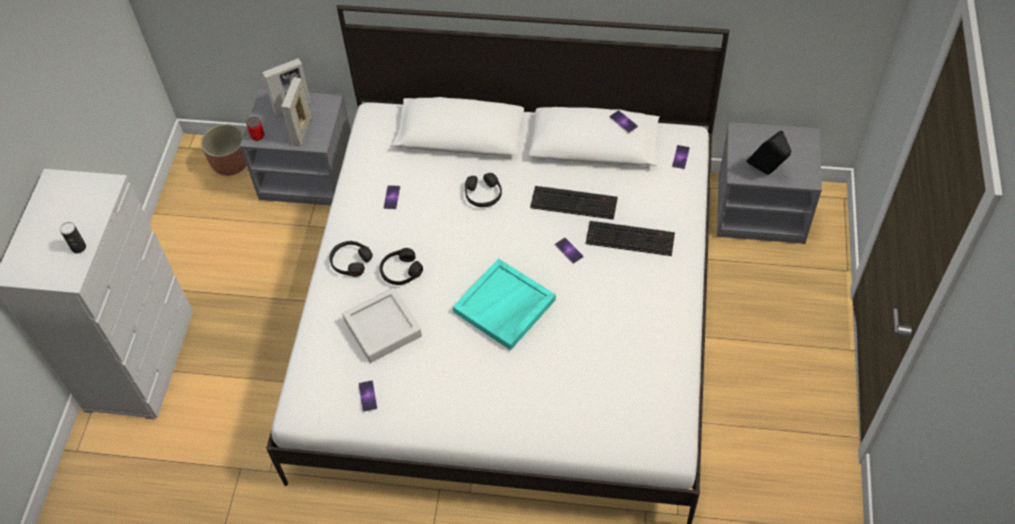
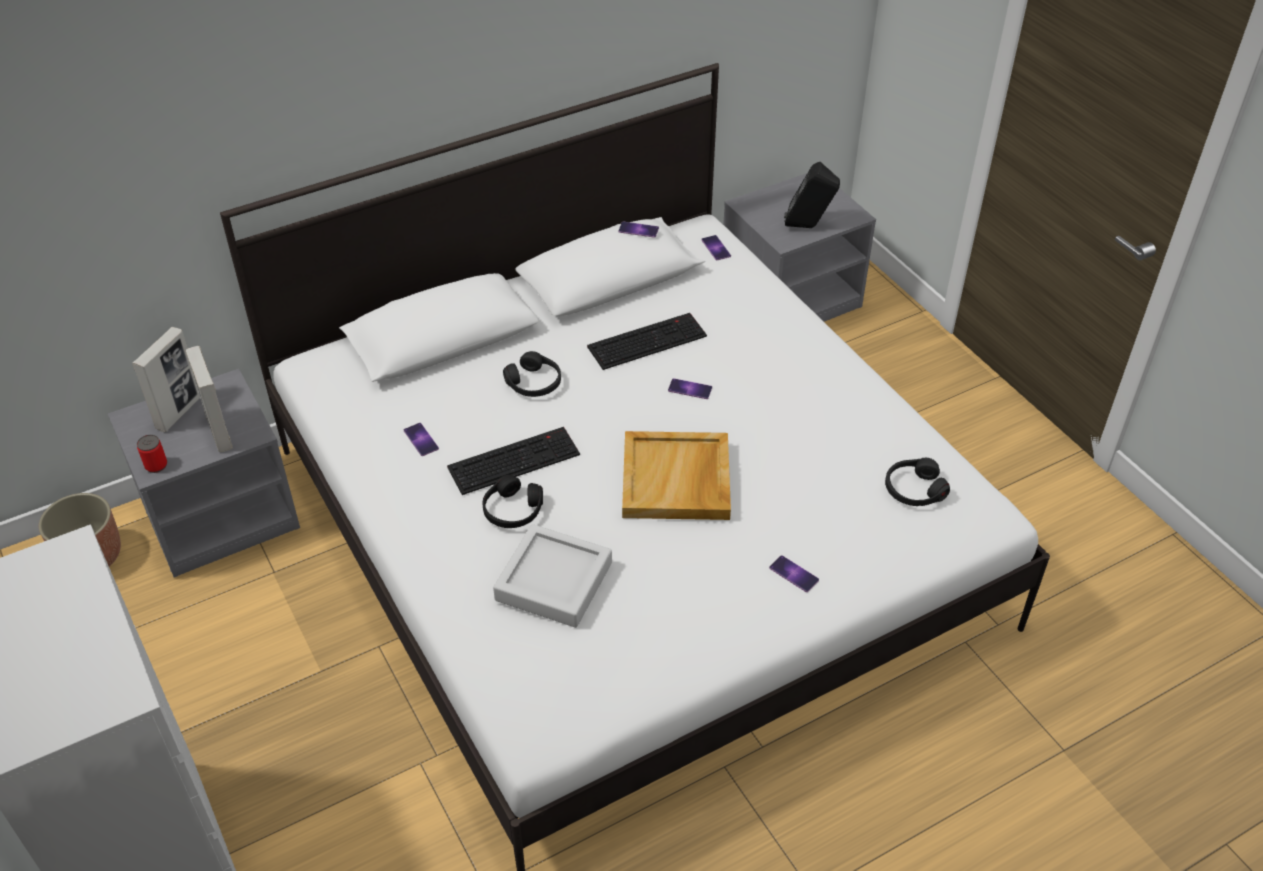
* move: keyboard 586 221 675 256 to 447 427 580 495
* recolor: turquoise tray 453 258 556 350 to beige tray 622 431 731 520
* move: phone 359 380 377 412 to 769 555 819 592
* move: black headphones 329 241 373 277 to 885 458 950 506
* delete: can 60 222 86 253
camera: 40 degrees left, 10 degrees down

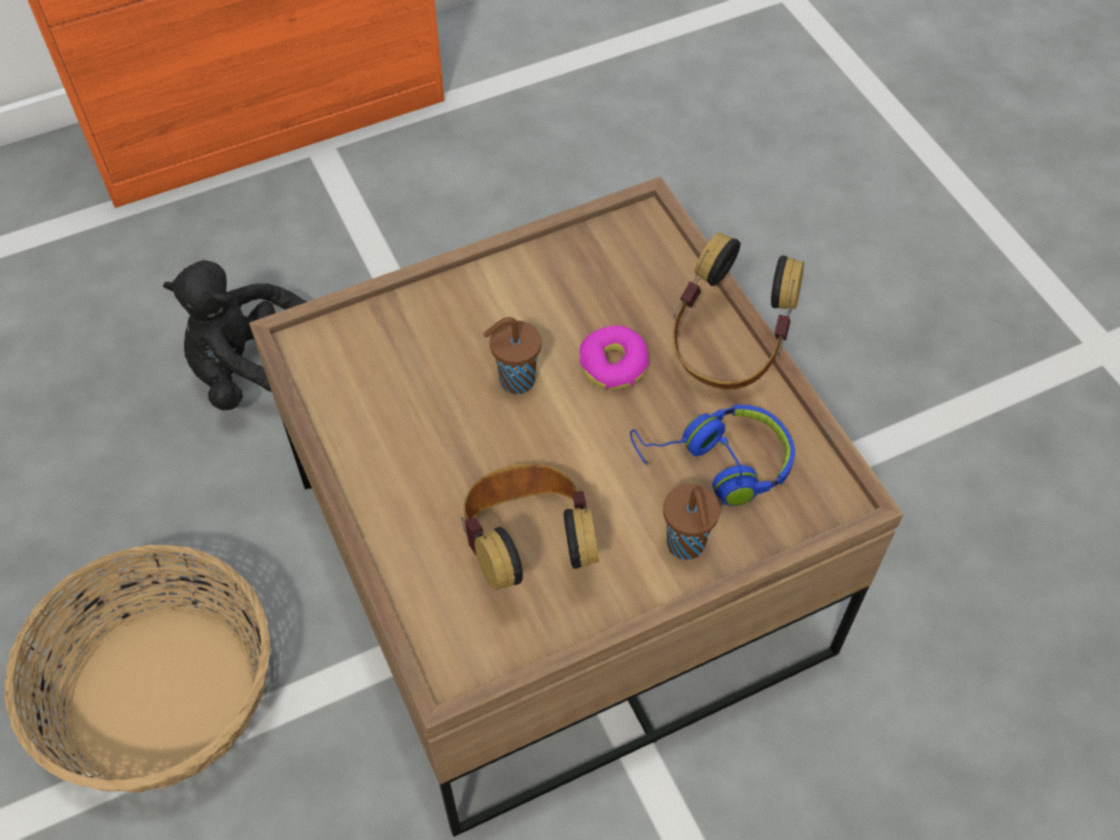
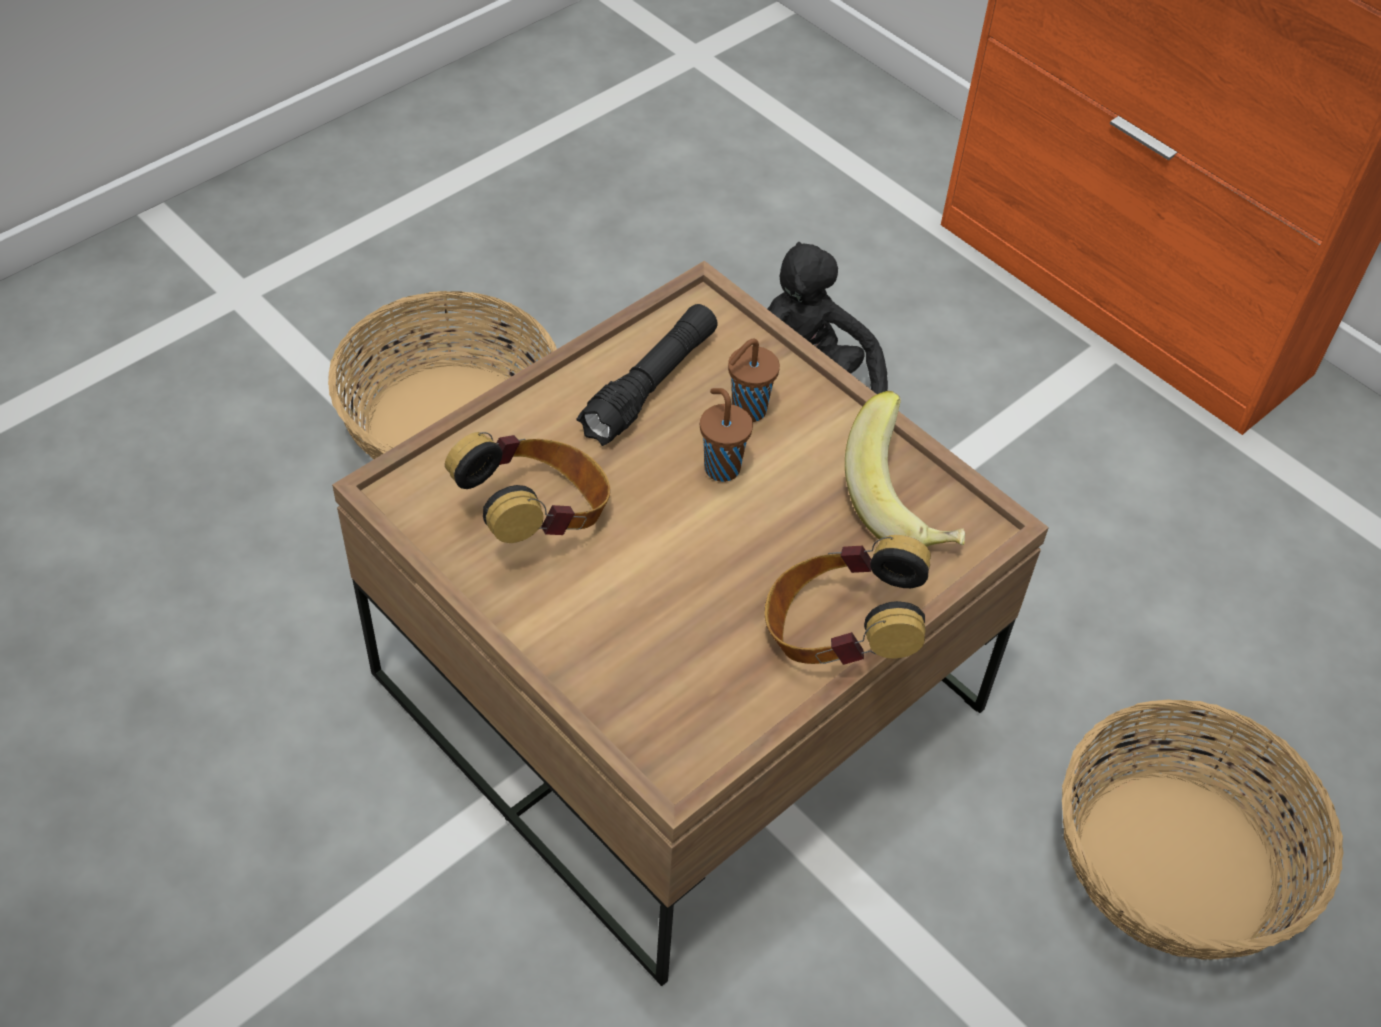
* insert: black flashlight 577 304 718 446
* move: brown cup 663 484 720 560 to 728 339 780 422
* insert: banana 845 391 965 547
* insert: basket 1062 699 1344 960
* delete: donut 579 326 649 390
* delete: blue headphones 630 404 795 506
camera: 70 degrees right, 5 degrees down

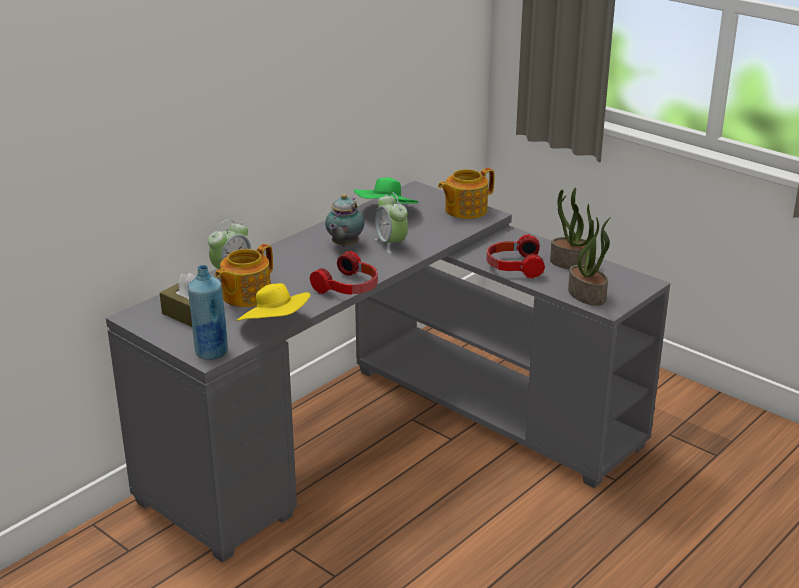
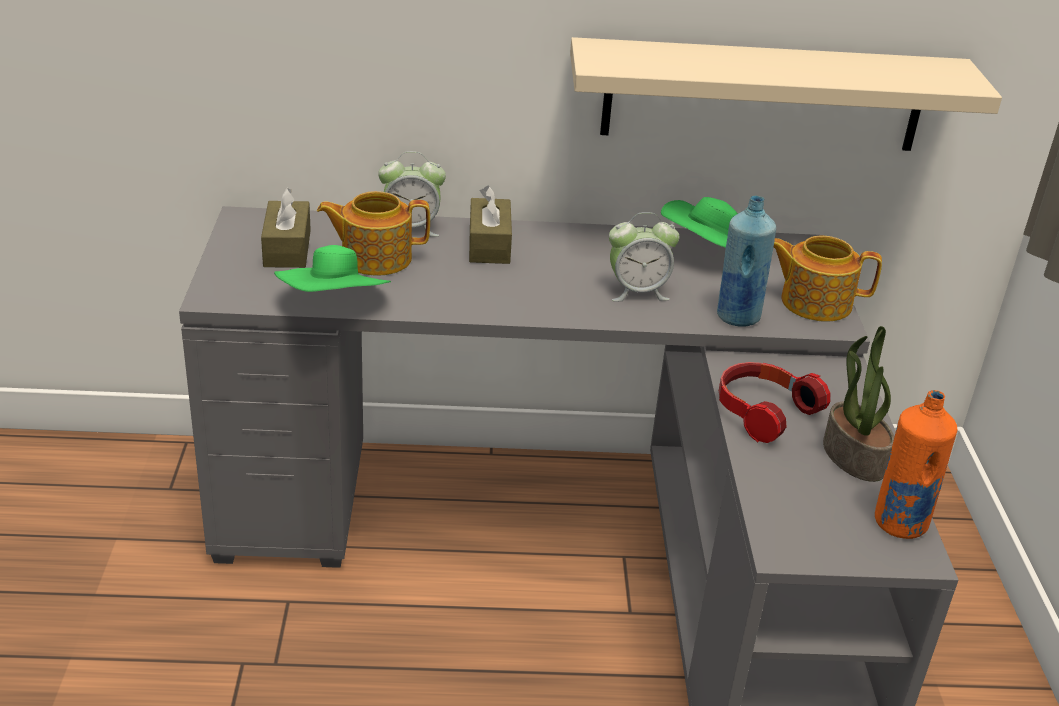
* recolor: yellow hat 236 283 311 321 to green hat 274 245 391 292
* insert: brown tissue box 469 185 512 264
* insert: beige shelf 570 37 1002 151
* rotate: alarm clock 375 192 408 254 = 609 212 680 301 120 degrees counterclockwise
* move: blue bottle 188 265 228 360 to 717 195 776 327
* insert: orange bottle 875 390 957 539
* delete: headphones 310 251 378 295
* delete: teapot 325 194 364 247
* delete: potted plant 568 217 611 306
camera: 45 degrees right, 5 degrees up

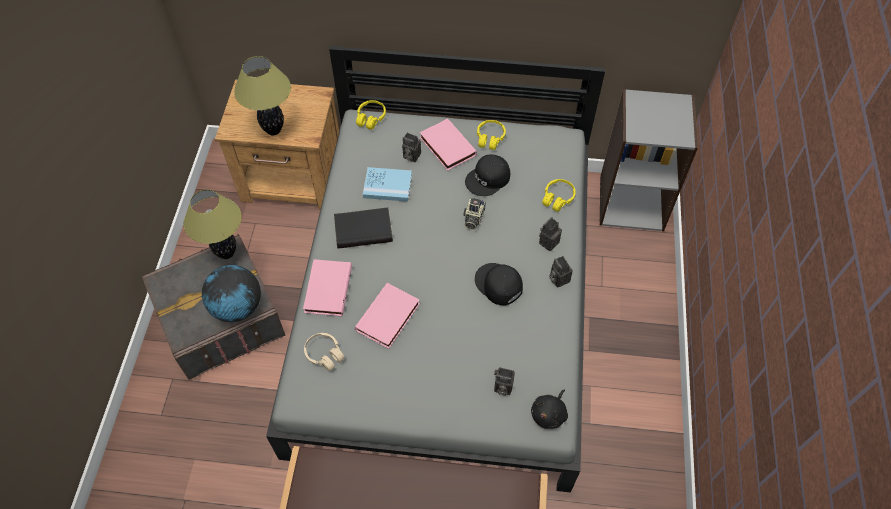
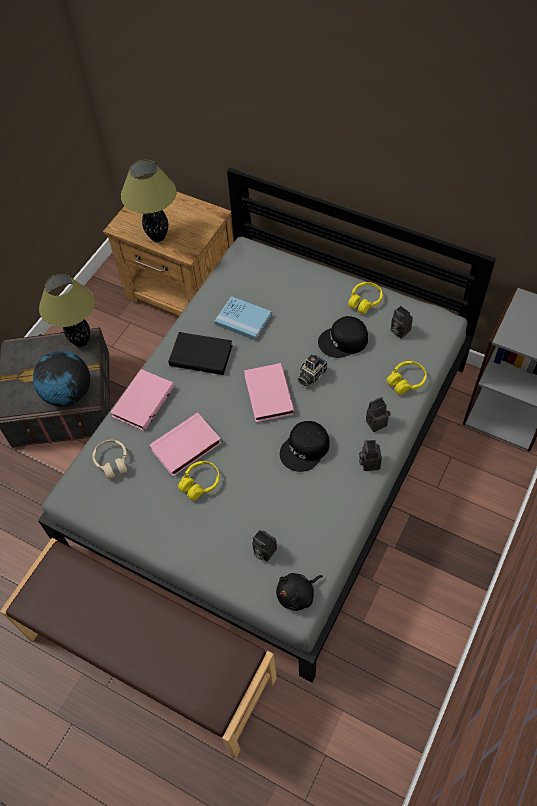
* move: yellow headphones 356 100 386 130 to 178 461 220 500
* move: pink book 420 118 477 171 to 244 363 295 422
* rotate: black cap 475 263 523 306 = 280 421 330 472 120 degrees counterclockwise
* move: photo camera 402 133 421 162 to 391 306 413 338
camera: 25 degrees right, 0 degrees up

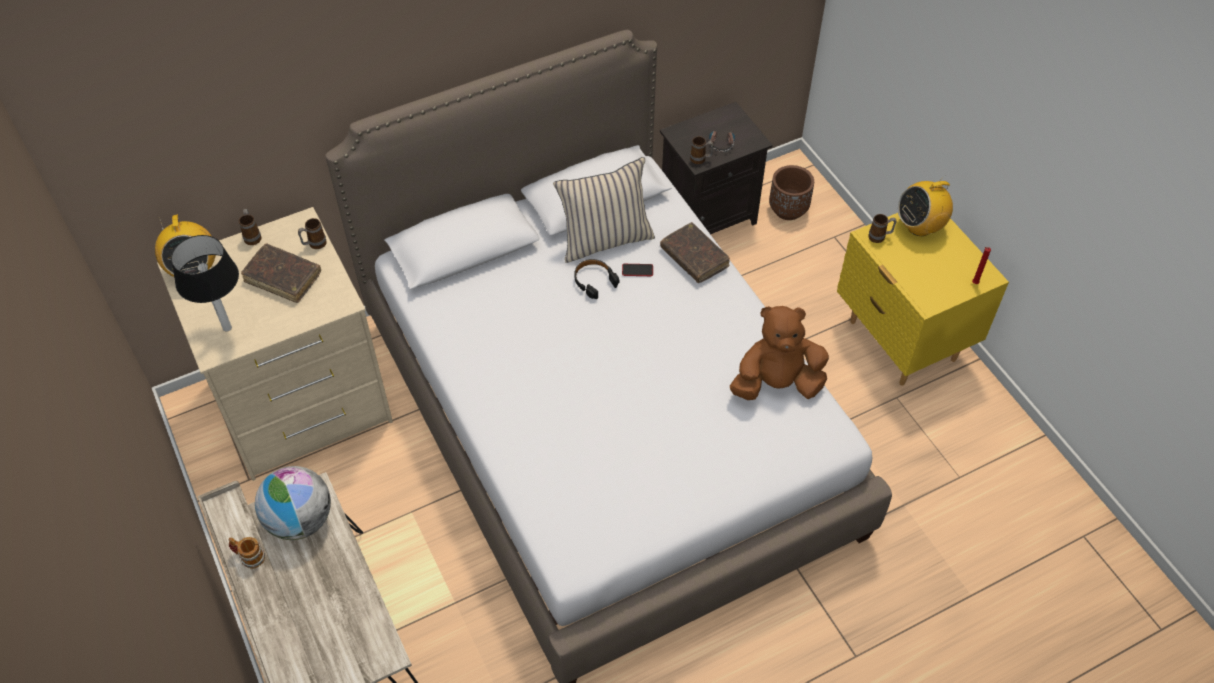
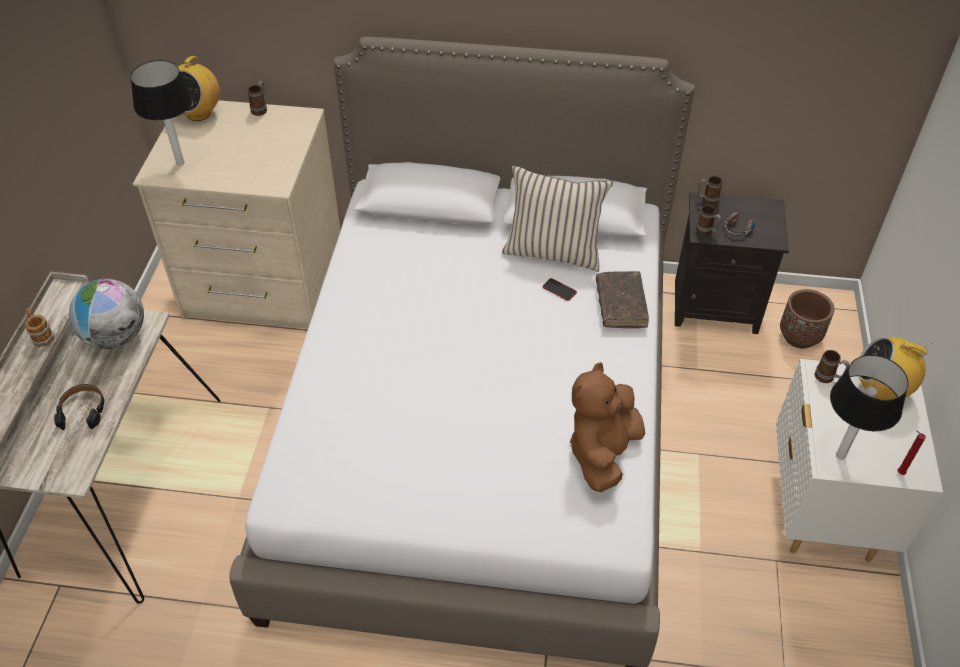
* move: black headphones 574 259 619 299 to 54 384 104 430
* rotate: brown plush toy 730 306 829 400 = 570 362 645 492 90 degrees counterclockwise
* move: mug 298 218 327 249 to 698 176 722 206
* recolor: yellow nightstand 837 213 1009 386 to white nightstand 776 359 943 562
* insert: table lamp 830 355 909 460
* delete: brown book 241 243 321 303
camera: 35 degrees right, 5 degrees down

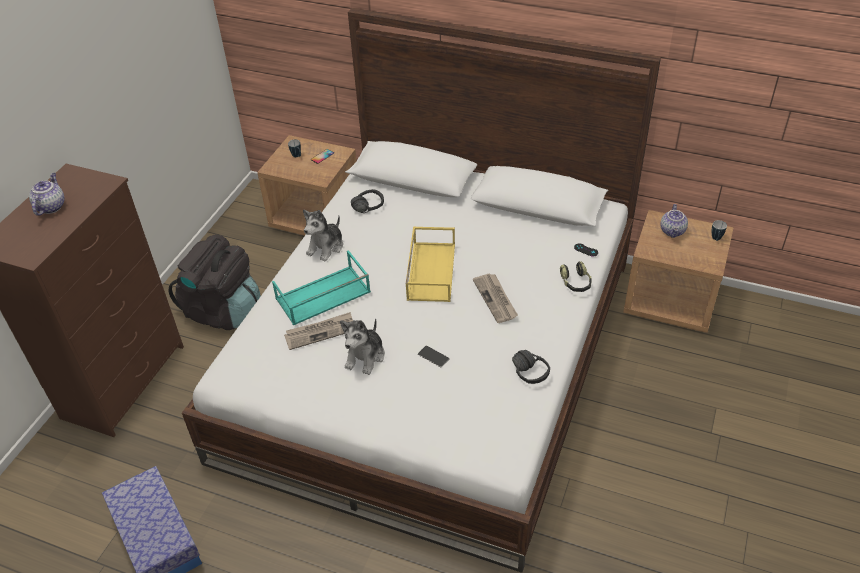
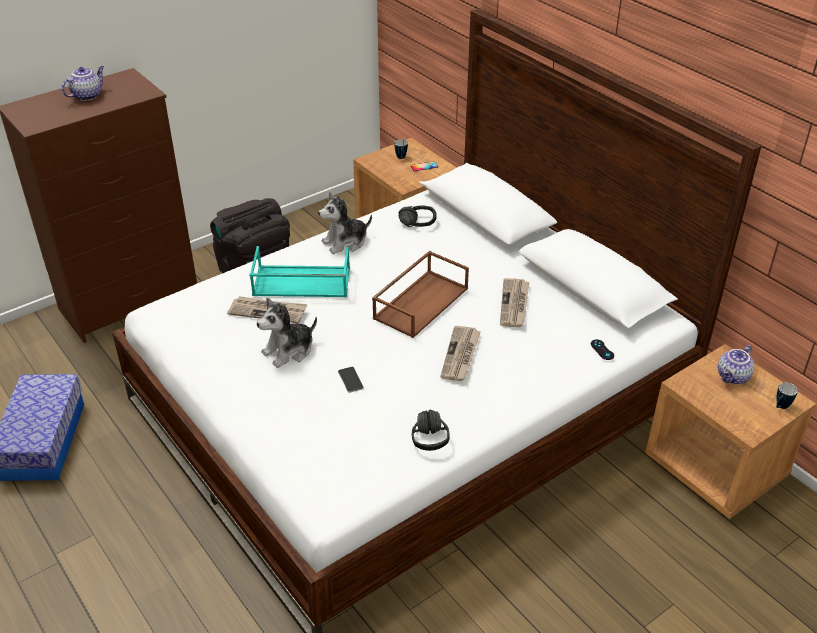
* recolor: yellow tray 406 226 455 302 to brown tray 372 251 469 338
* insert: newspaper 500 278 529 327
* delete: headphones 560 261 592 292
camera: 30 degrees right, 5 degrees down

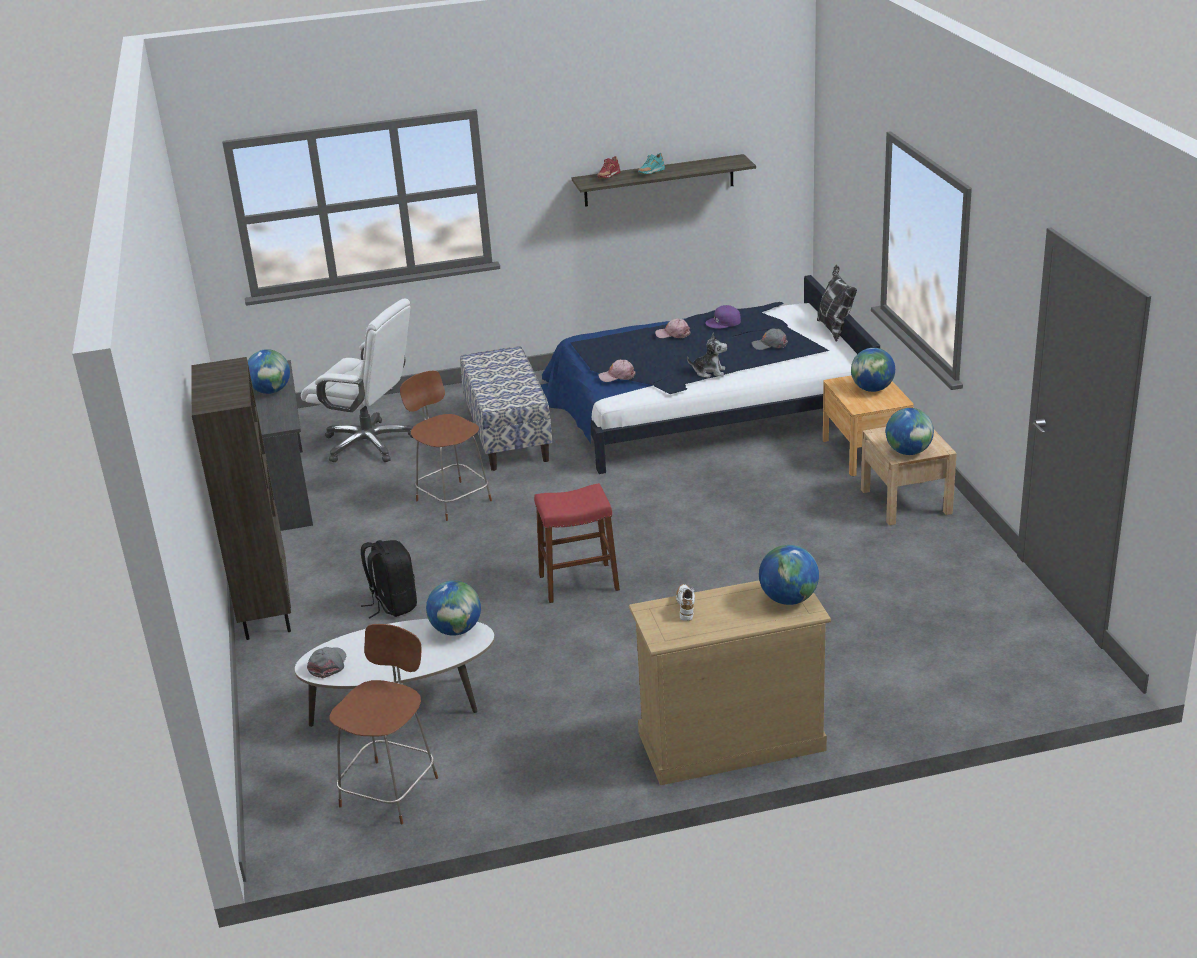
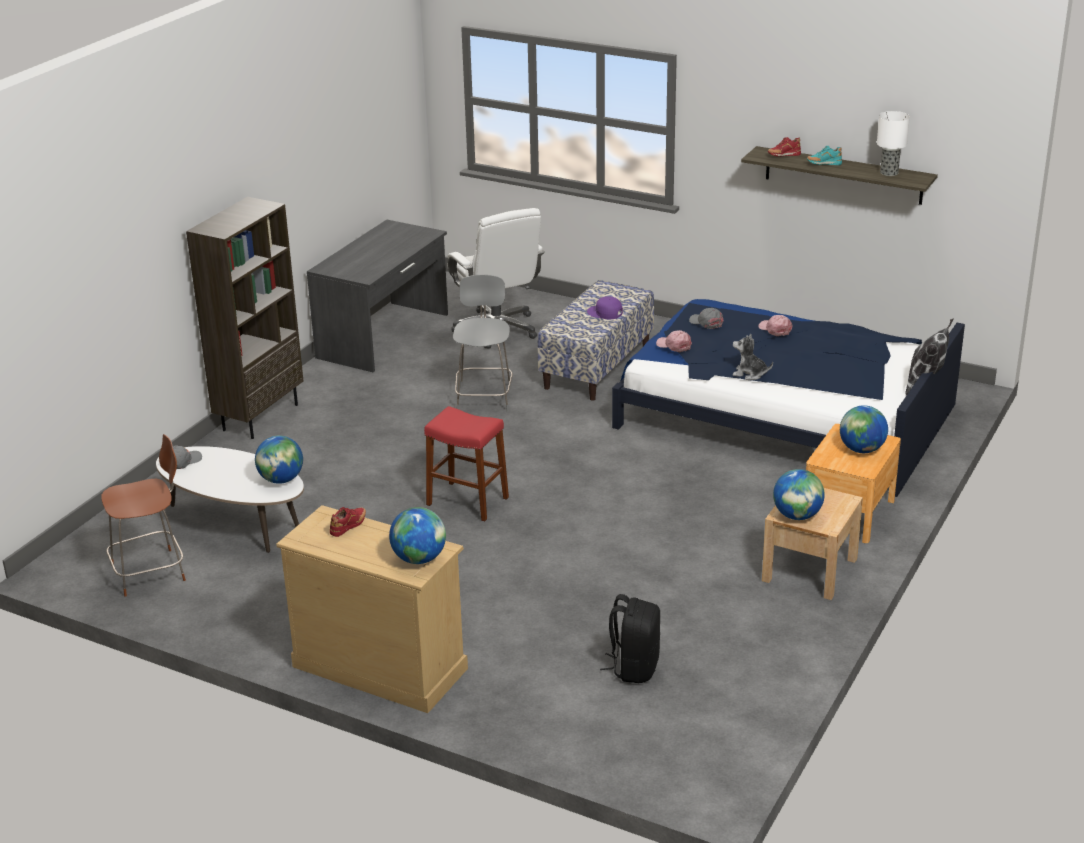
* recolor: white shoe 676 584 695 621 to red shoe 330 507 366 537
* recolor: brown stool 400 371 492 521 to grey stool 453 275 513 412
* move: purple cap 705 305 741 329 to 587 296 623 320
* move: black backpack 361 540 417 618 to 600 594 660 683
* move: grey cap 752 328 788 350 to 689 308 724 329
* rotate: plush toy 687 333 727 378 = 733 334 773 380 150 degrees clockwise
* insert: table lamp 877 111 910 176
* delete: globe 248 349 290 394
camera: 40 degrees right, 0 degrees up

